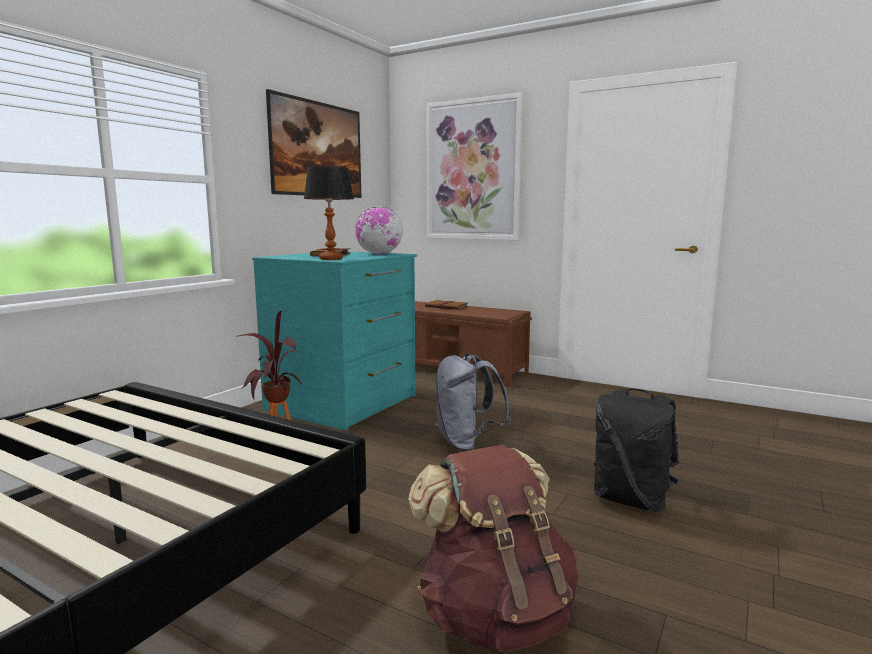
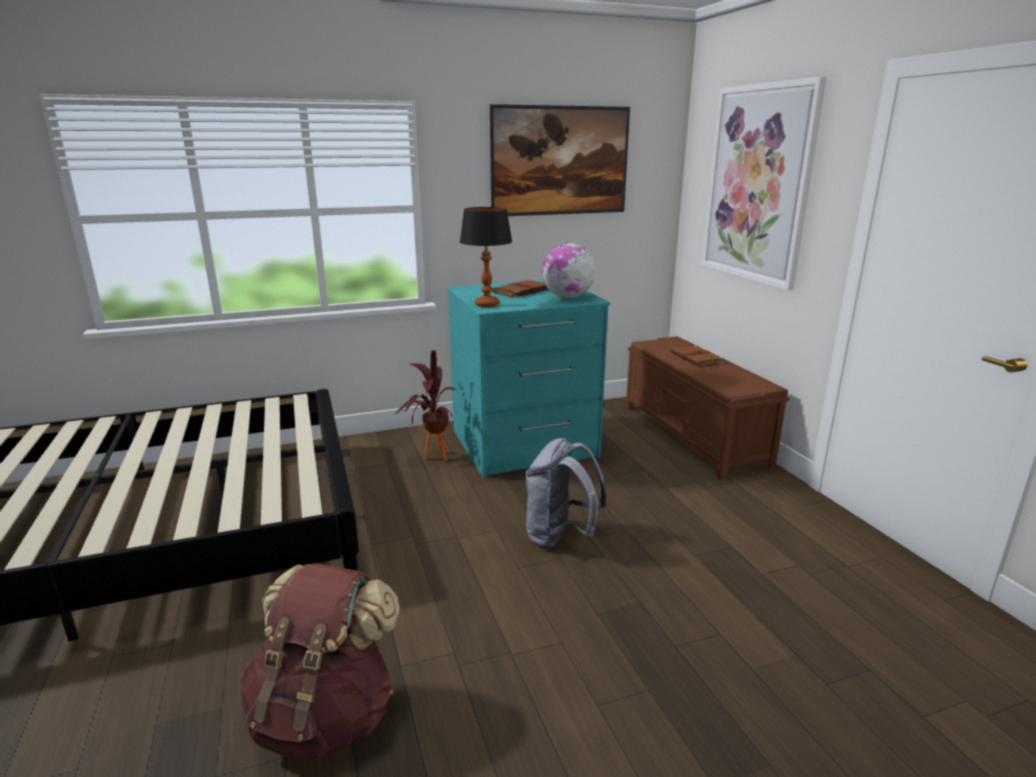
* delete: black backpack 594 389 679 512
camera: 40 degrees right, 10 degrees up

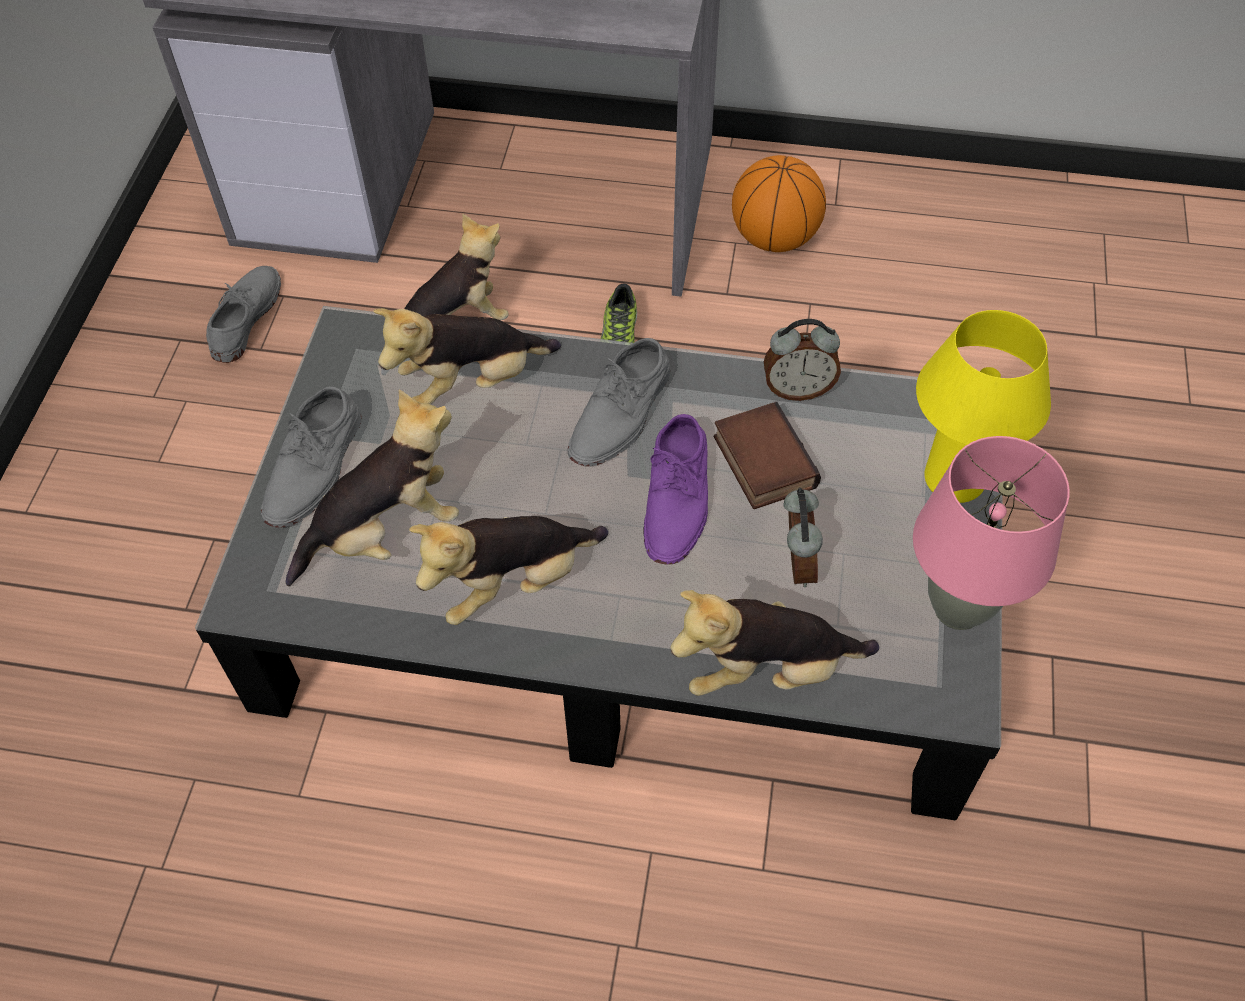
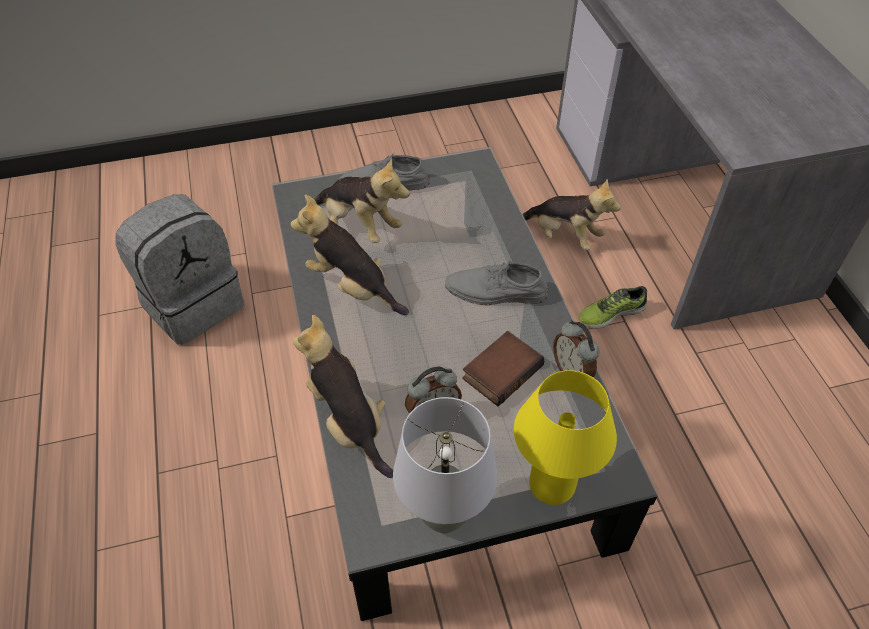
* insert: grey backpack 115 194 244 345
* recolor: pink table lamp 913 436 1070 630 to grey table lamp 393 397 498 533
* delete: grey shoe 206 266 281 363
* delete: plush toy 373 308 561 405
* delete: purple shoe 644 414 708 564
* delete: basketball 732 155 826 252
camera: 65 degrees right, 5 degrees down

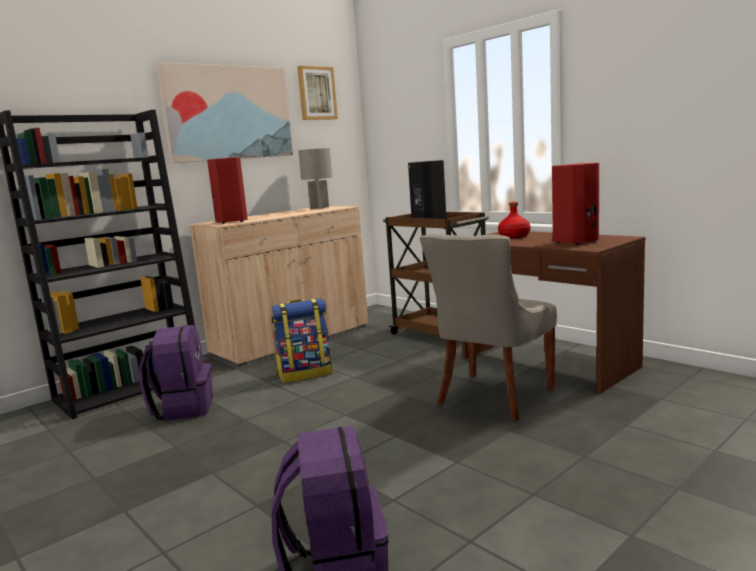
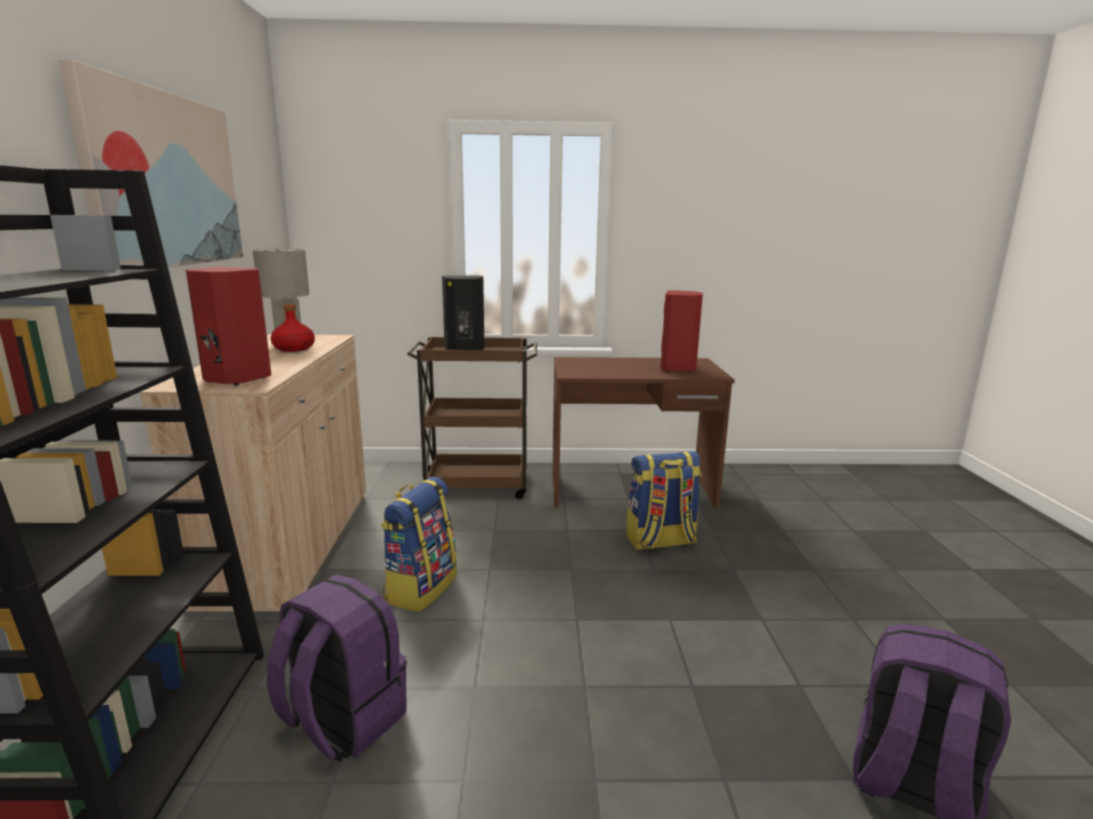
* move: red bottle 498 202 531 238 to 271 304 315 352
* replace: grey chair 420 234 557 421 to backpack 626 452 702 550
* delete: picture 297 66 338 120
camera: 50 degrees left, 5 degrees up

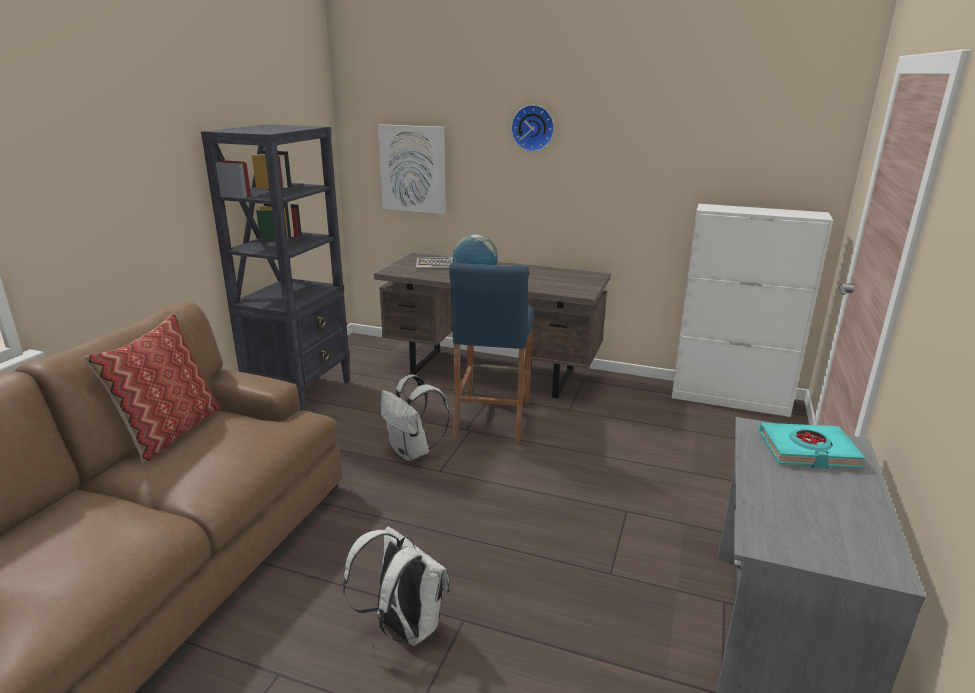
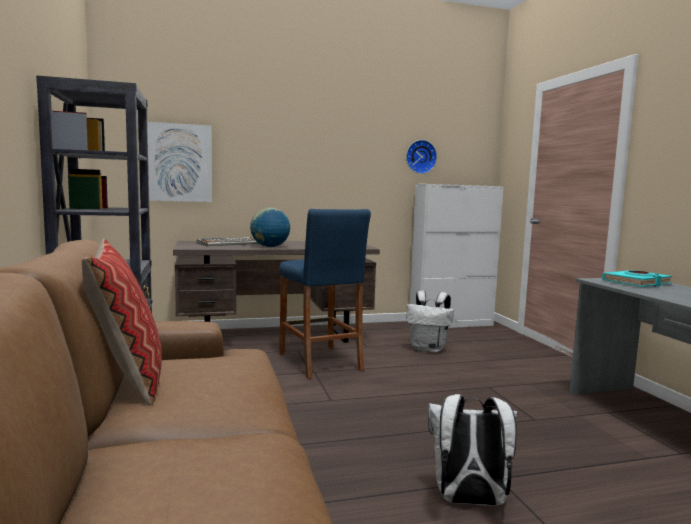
* move: wall clock 511 105 554 152 to 406 140 437 174
* move: white backpack 381 375 450 461 to 406 291 454 353
camera: 35 degrees left, 15 degrees down

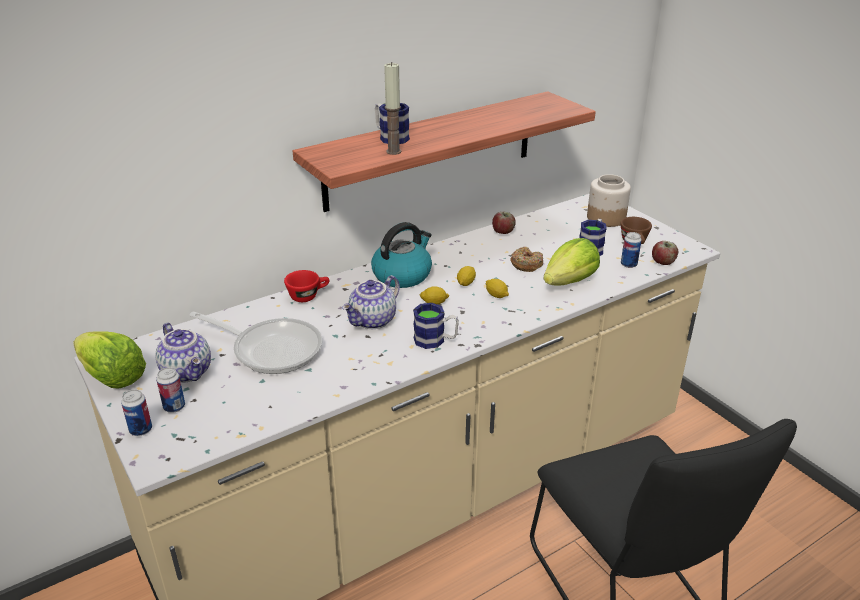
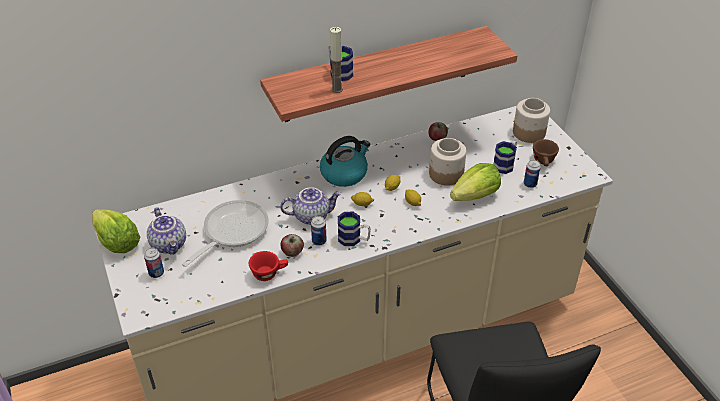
* rotate: frying pan 189 312 322 374 = 182 200 269 267 90 degrees counterclockwise
* move: red cup 284 270 330 302 to 249 251 288 281
* rotate: teapot 342 275 400 329 = 280 187 341 225 150 degrees counterclockwise
* move: apple 652 241 678 265 to 281 234 304 257
* move: can 121 389 152 436 to 311 216 327 246
* replace: donut 510 247 543 272 to jar 429 138 466 186
camera: 10 degrees right, 10 degrees up

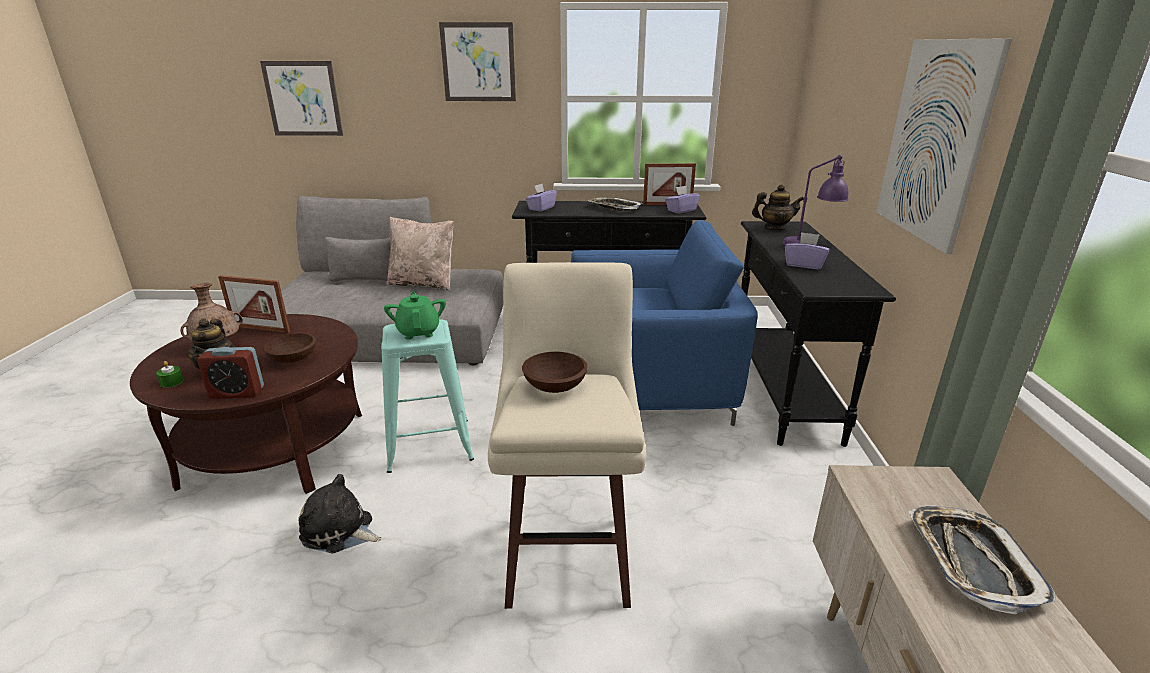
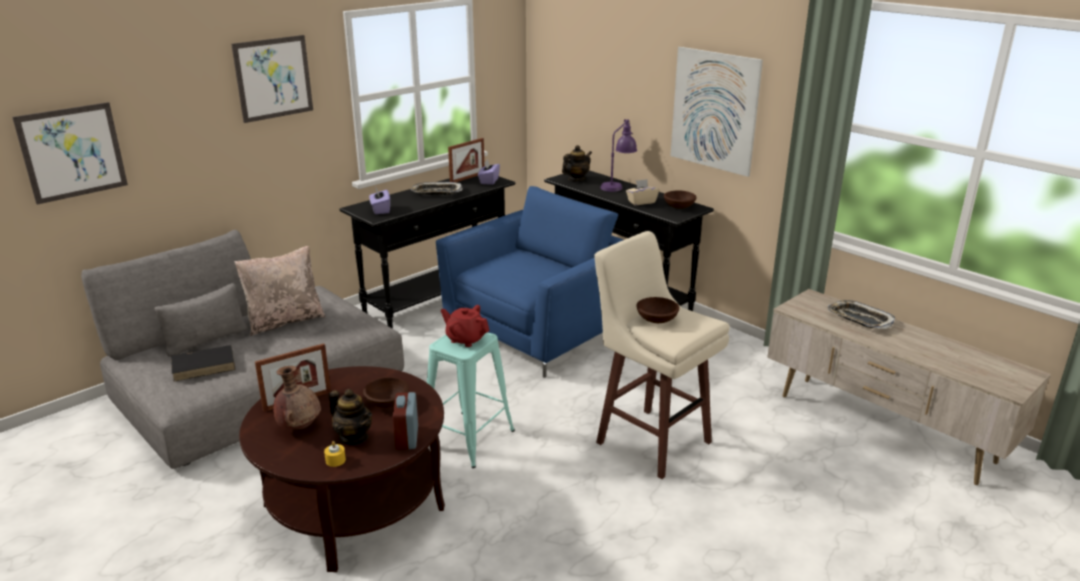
* insert: black book 171 345 236 381
* recolor: green candle 156 361 184 388 to yellow candle 324 441 346 467
* rotate: alarm clock 197 347 264 399 = 393 392 418 450 135 degrees clockwise
* recolor: green teapot 384 292 446 340 to red teapot 441 305 490 347
* recolor: purple tissue box 785 232 829 270 to beige tissue box 626 179 659 205
* insert: brown bowl 664 191 697 209
* delete: plush toy 298 474 382 553
camera: 45 degrees left, 0 degrees up

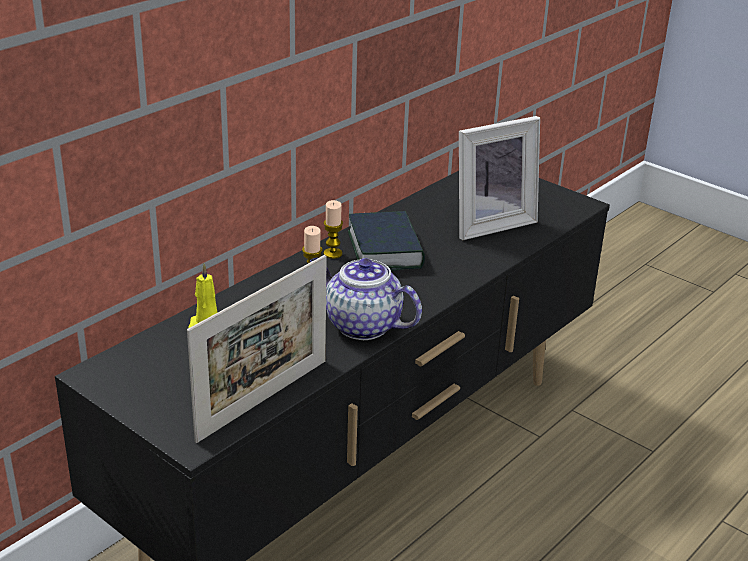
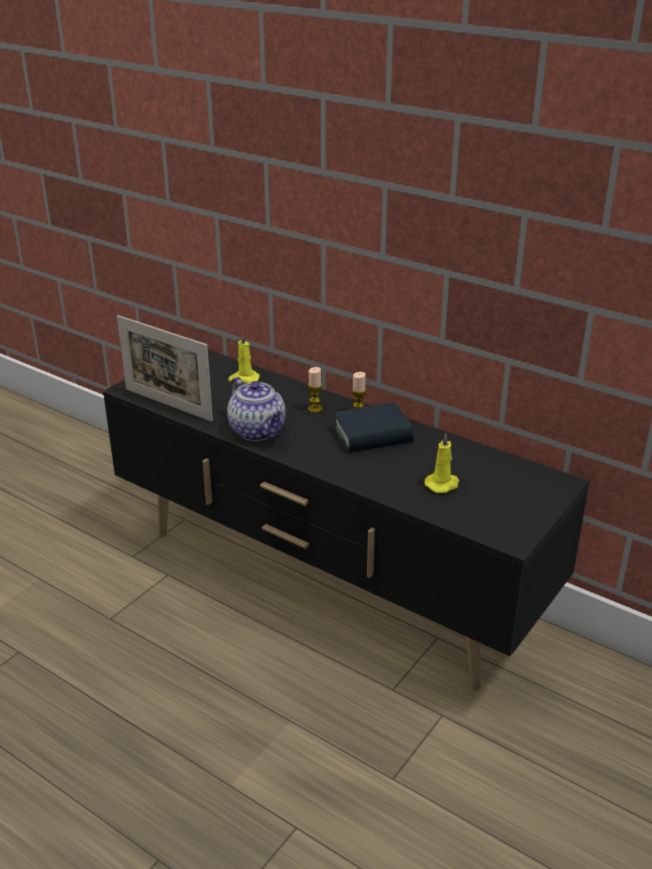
* rotate: teapot 310 257 422 340 = 227 377 286 441 120 degrees clockwise
* replace: picture frame 459 116 540 240 to yellow candle 425 433 459 493
camera: 85 degrees right, 0 degrees up

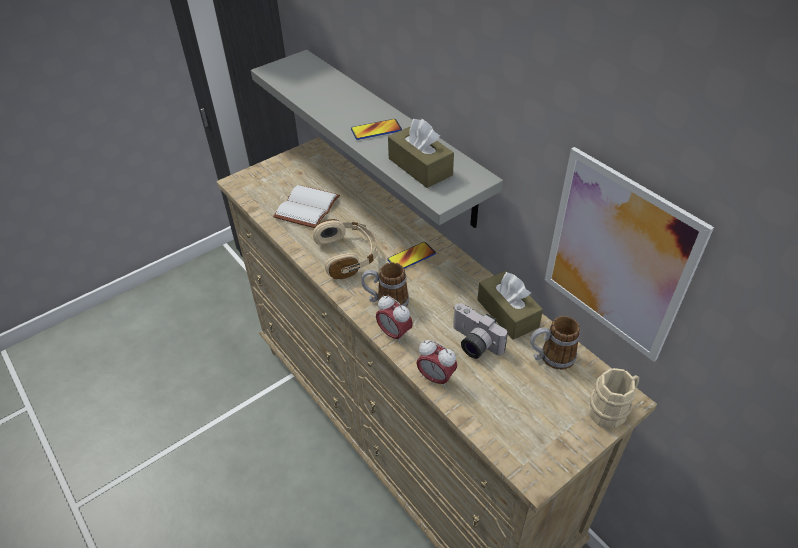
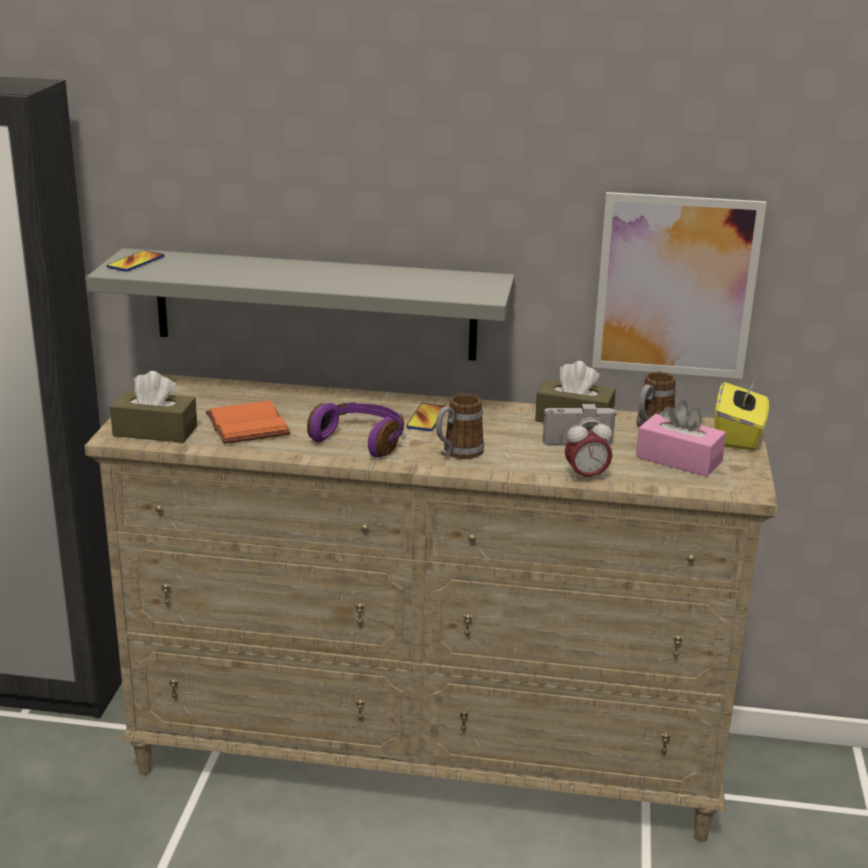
* move: phone 351 119 402 140 to 107 250 164 272
* move: brown tissue box 388 119 454 188 to 110 371 197 443
* recolor: white book 273 185 340 228 to orange book 206 400 291 444
* recolor: beige headphones 313 219 378 279 to purple headphones 307 402 404 457
* insert: pink tissue box 636 400 726 477
* replace: beige mug 589 368 639 428 to yellow tissue box 715 378 769 450
* delete: alarm clock 376 296 413 344
camera: 45 degrees left, 20 degrees down

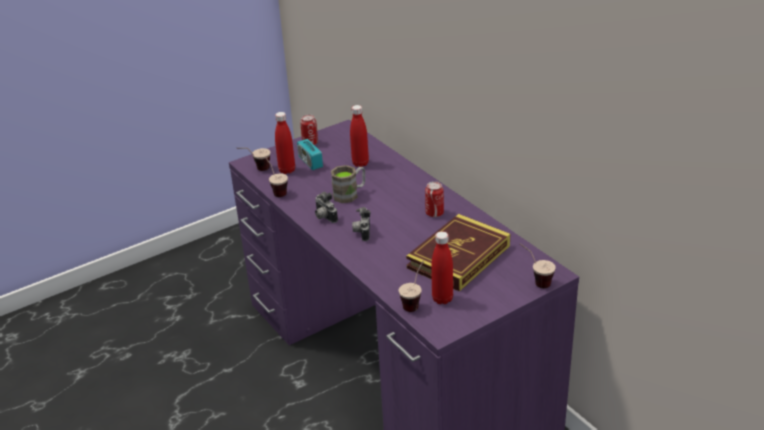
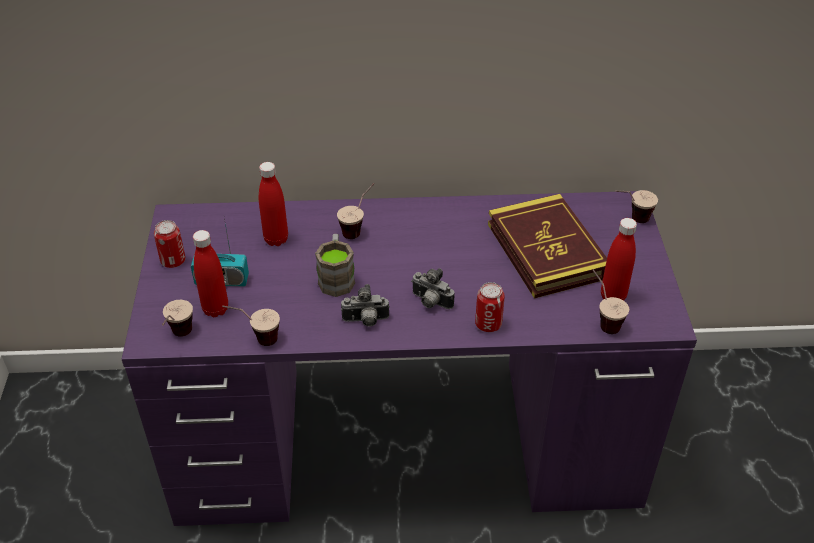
* insert: cup 337 183 374 239
* move: can 425 181 444 217 to 475 282 505 332
camera: 60 degrees left, 10 degrees up

